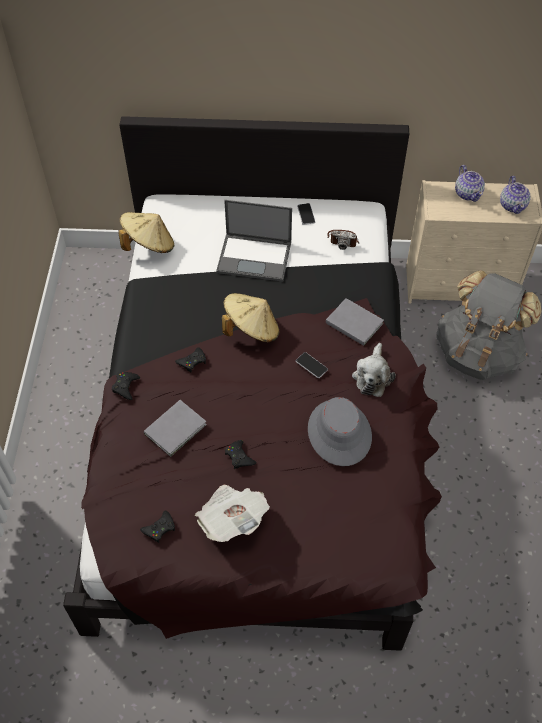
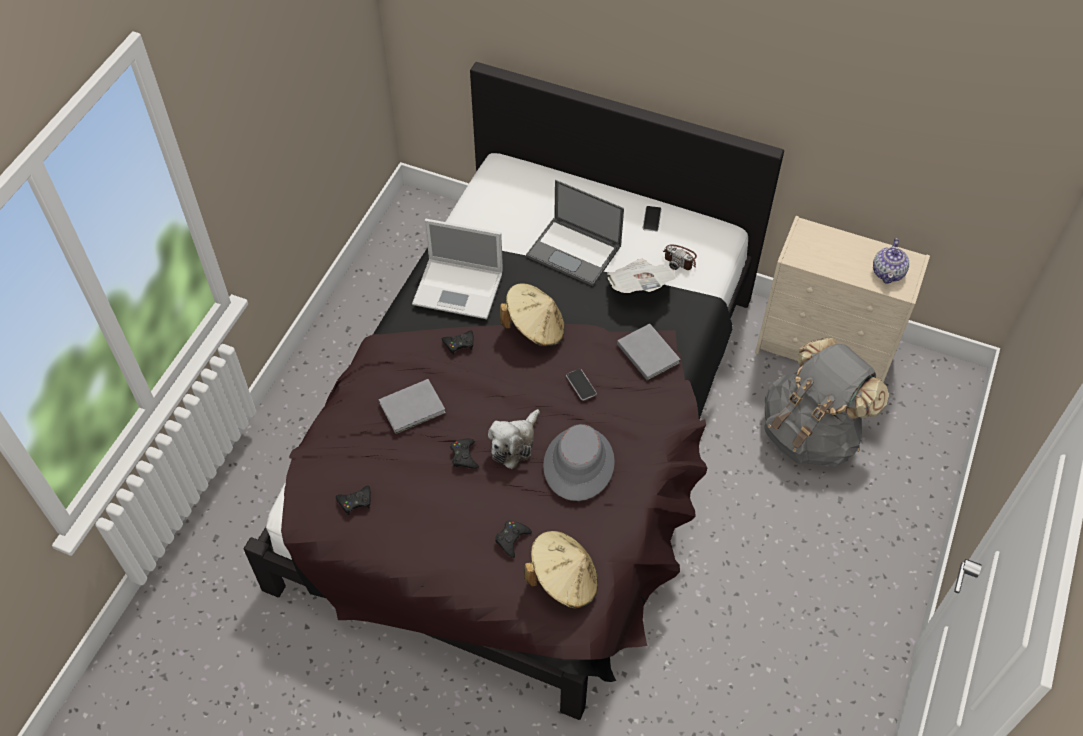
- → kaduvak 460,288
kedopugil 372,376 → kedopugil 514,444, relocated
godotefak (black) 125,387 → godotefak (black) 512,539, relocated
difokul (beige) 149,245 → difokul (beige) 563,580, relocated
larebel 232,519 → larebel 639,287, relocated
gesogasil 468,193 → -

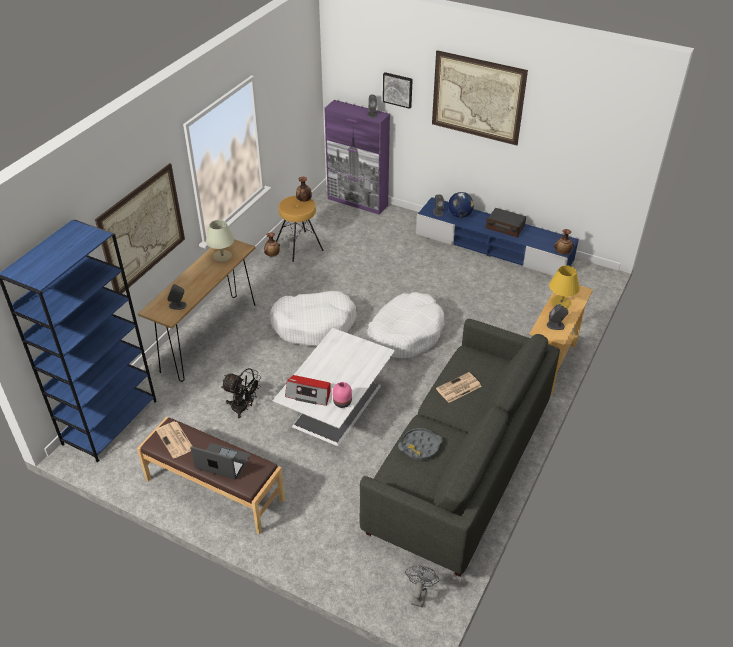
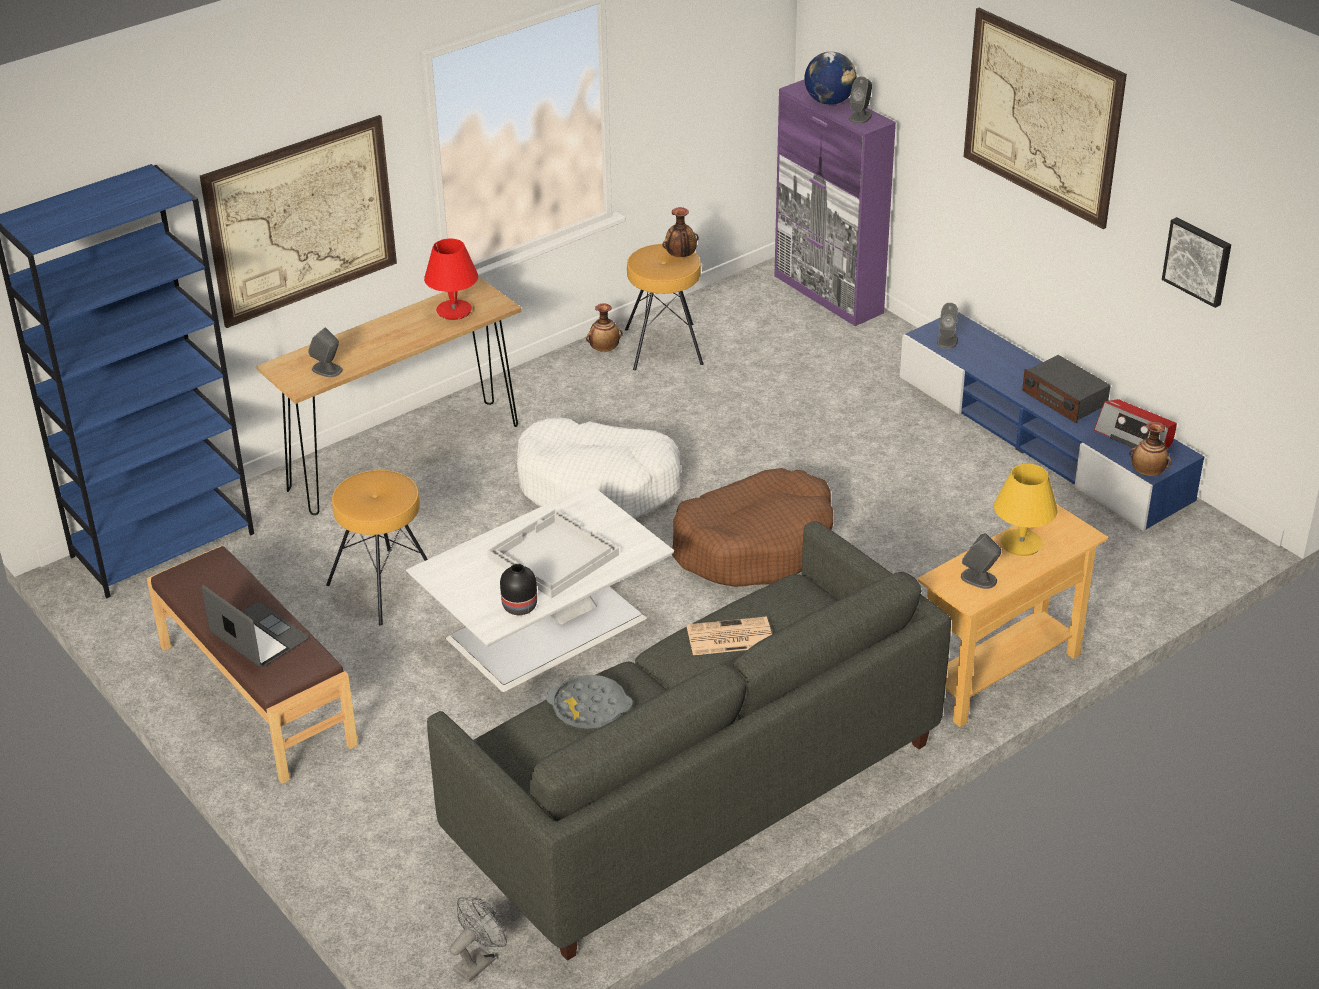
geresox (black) 243,408 → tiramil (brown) 385,586
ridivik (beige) 222,256 → ridivik (red) 454,310
- → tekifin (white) 551,556
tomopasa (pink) 342,403 → tomopasa (black) 519,607
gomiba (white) 405,333 → gomiba (brown) 755,545
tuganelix 460,215 → tuganelix 829,101, relocated
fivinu 309,394 → fivinu 1135,436, relocated
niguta 398,89 → niguta 1198,261, relocated
larebel 175,440 → -

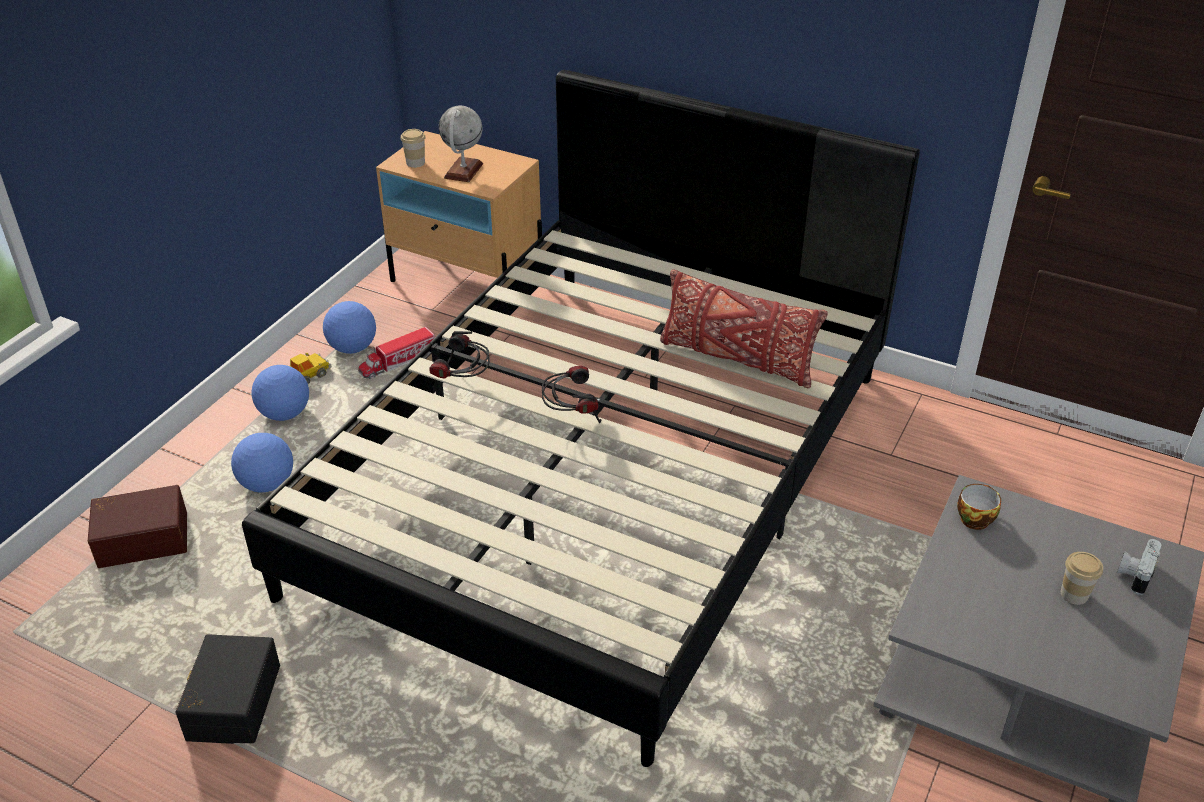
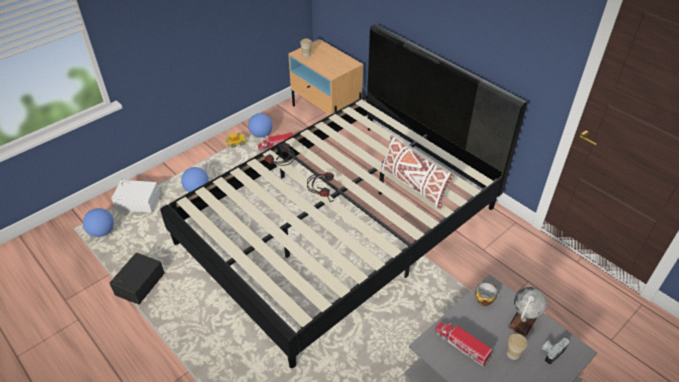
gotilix 284,414 → gotilix 102,232, relocated
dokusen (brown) 143,538 → dokusen (white) 138,201
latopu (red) 736,358 → latopu (white) 413,185
- → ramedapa 461,345
tuganelix 463,171 → tuganelix 522,322, relocated

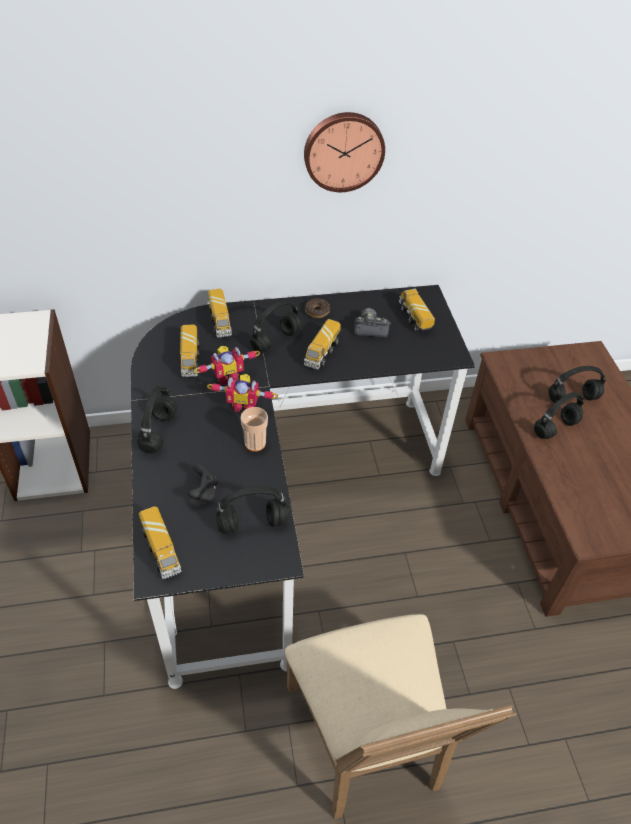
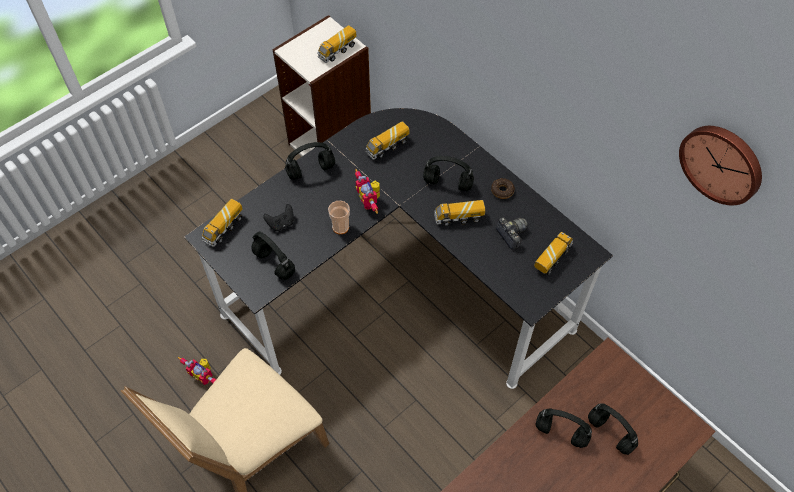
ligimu 227,376 → ligimu 204,376, relocated
ramedapa 220,322 → ramedapa 337,51, relocated
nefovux 343,151 → nefovux 722,163, relocated

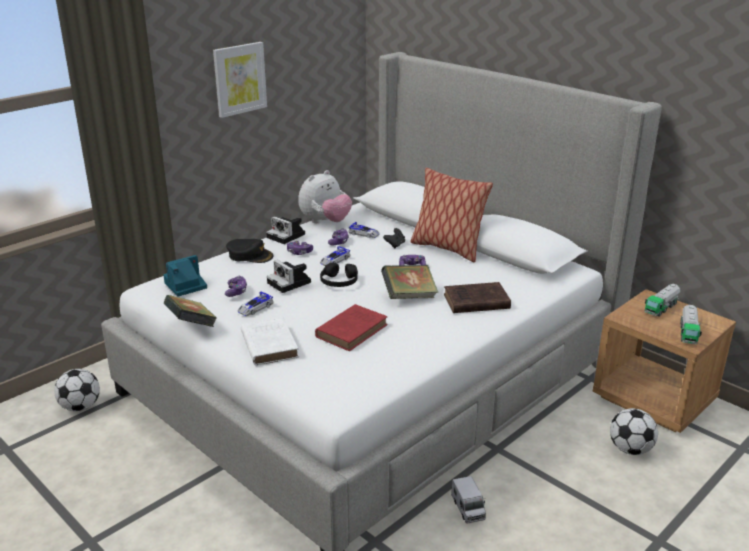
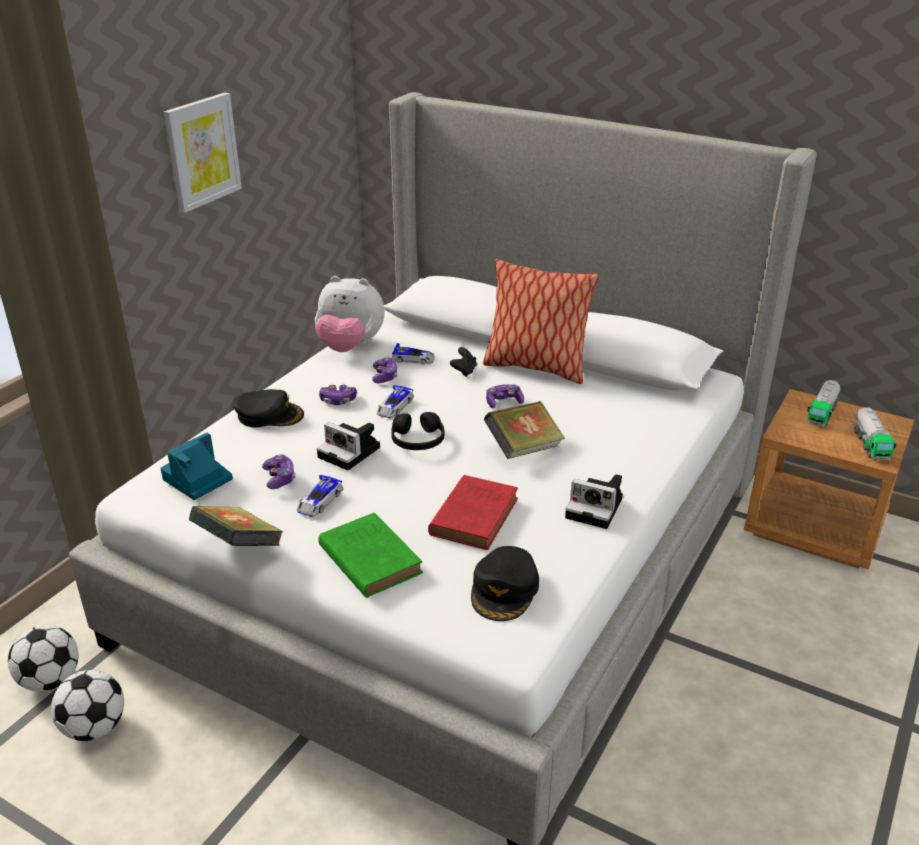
gotilix 630,449 → gotilix 95,728, relocated
kedopugil 325,222 → kedopugil 350,347, 75 degrees clockwise
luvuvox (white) 269,344 → luvuvox (green) 368,558
- → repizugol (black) 505,590
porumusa 287,236 → porumusa 596,508, relocated
luvuvox (brown) 474,302 → -
ramedapa 468,508 → -

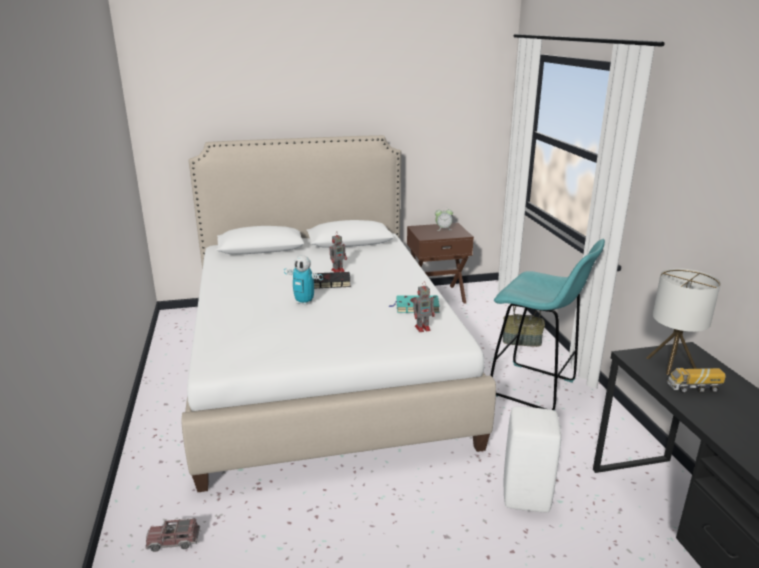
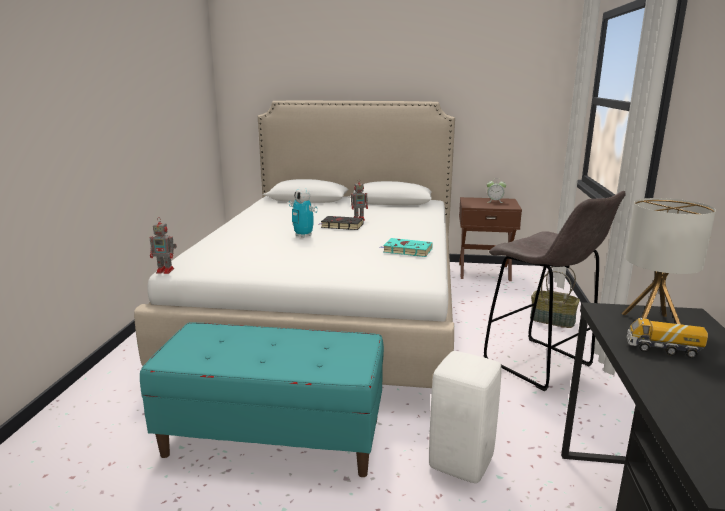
- → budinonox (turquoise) 274,437
ligimu 423,328 → ligimu 166,270, relocated
tiramil (turquoise) 535,388 → tiramil (grey) 540,364
ramedapa 173,541 → -

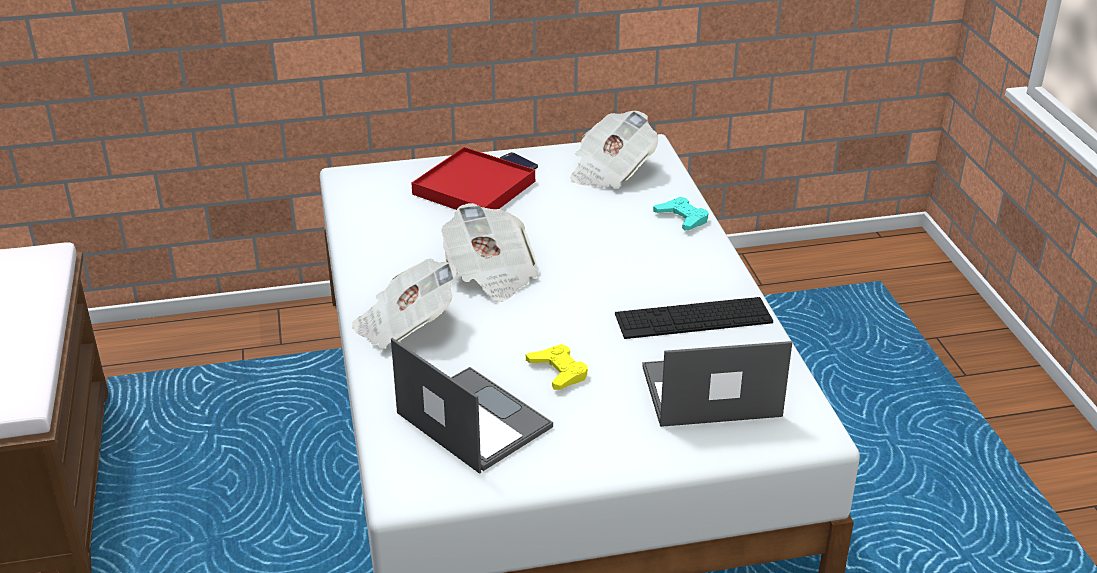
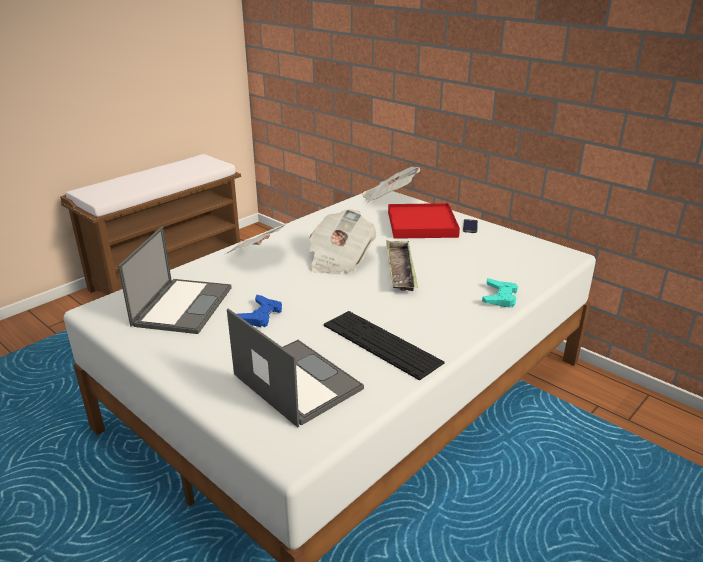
godotefak (yellow) 558,371 → godotefak (blue) 260,315
larebel 611,171 → larebel 388,199, relocated
- → tekifin 400,270

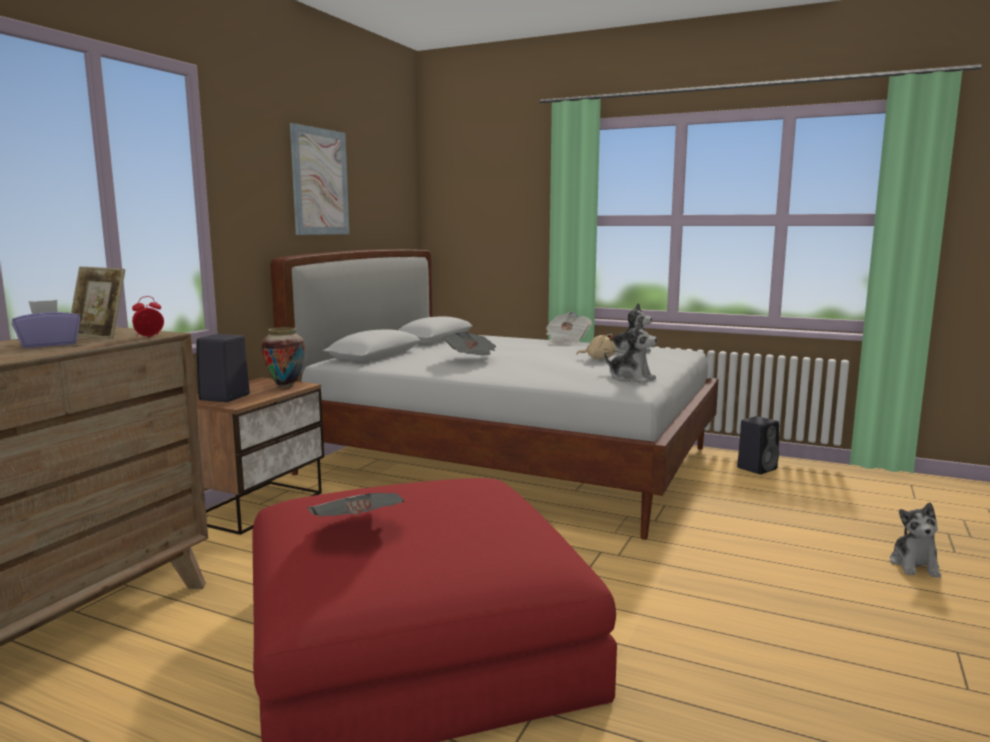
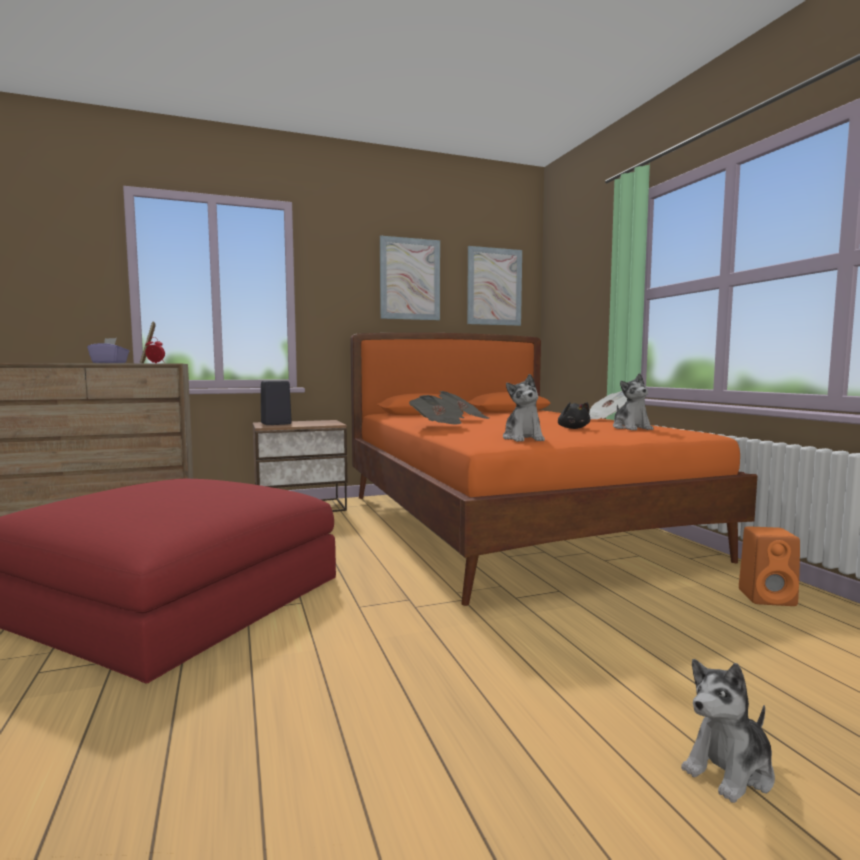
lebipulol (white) 510,462 → lebipulol (orange) 511,525
larebel 357,530 → larebel 439,426, relocated
- → niguta 494,287
kedopugil (beige) 598,358 → kedopugil (black) 573,428
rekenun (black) 757,468 → rekenun (orange) 768,598
tomopasa 285,386 → -

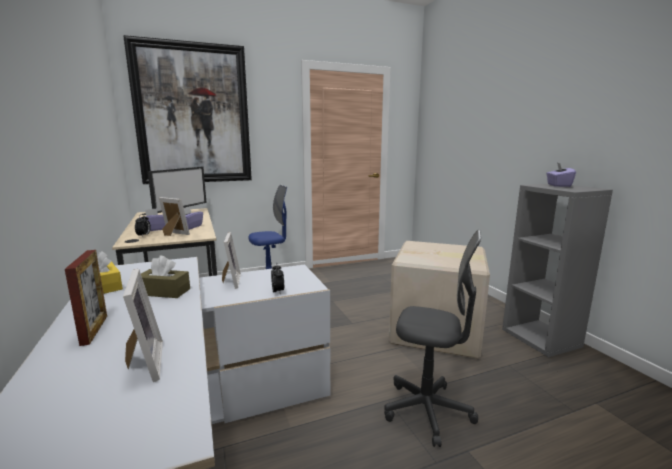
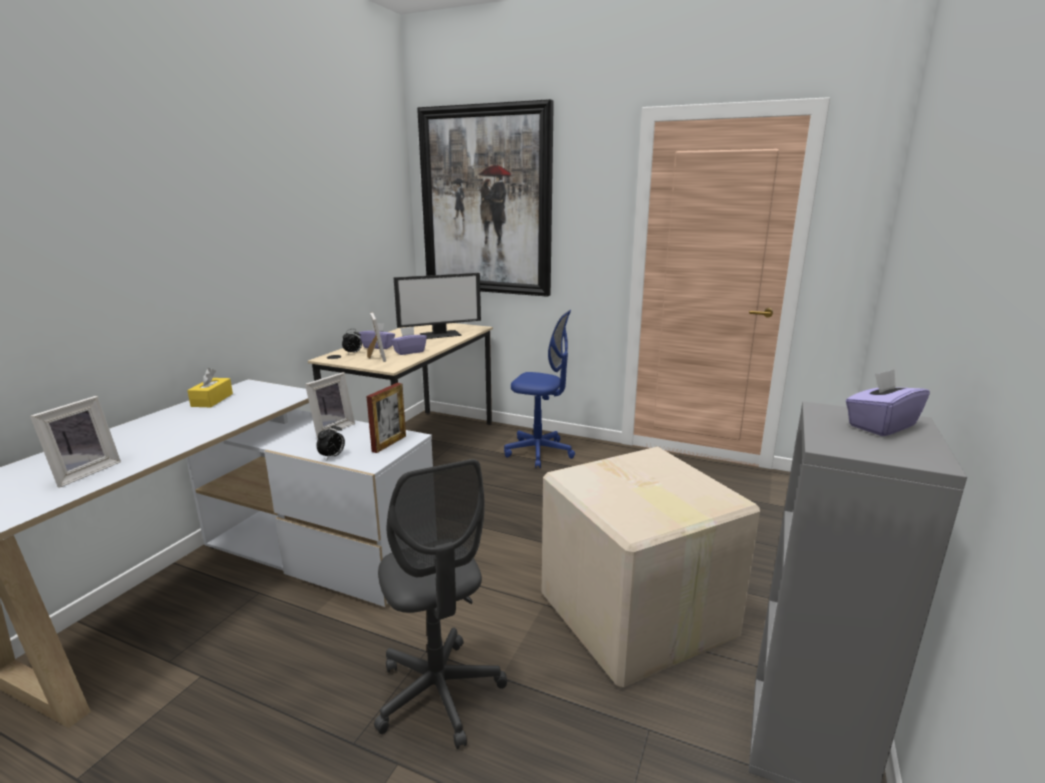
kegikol 94,330 → kegikol 389,443, relocated
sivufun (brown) 164,292 → -

